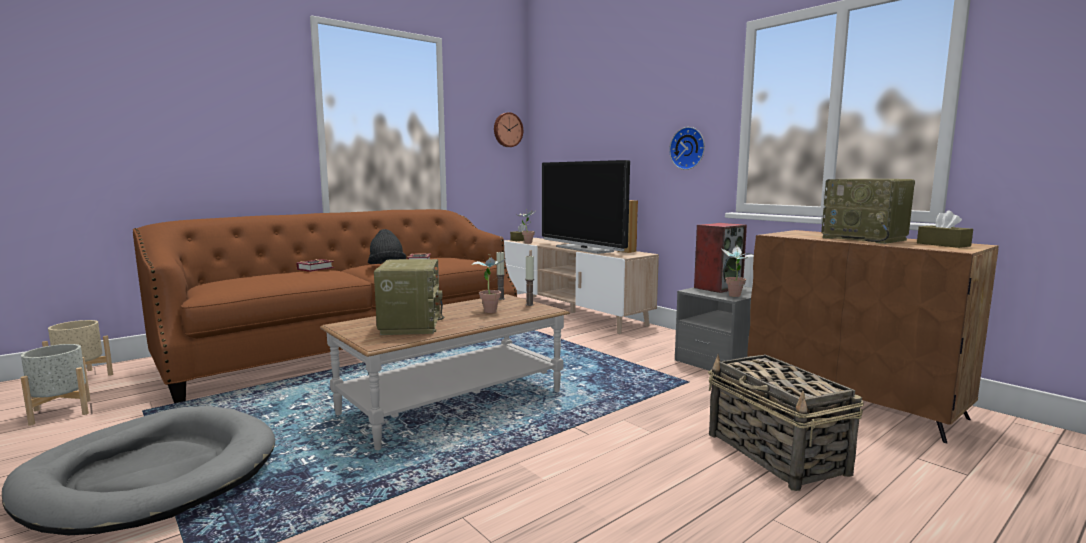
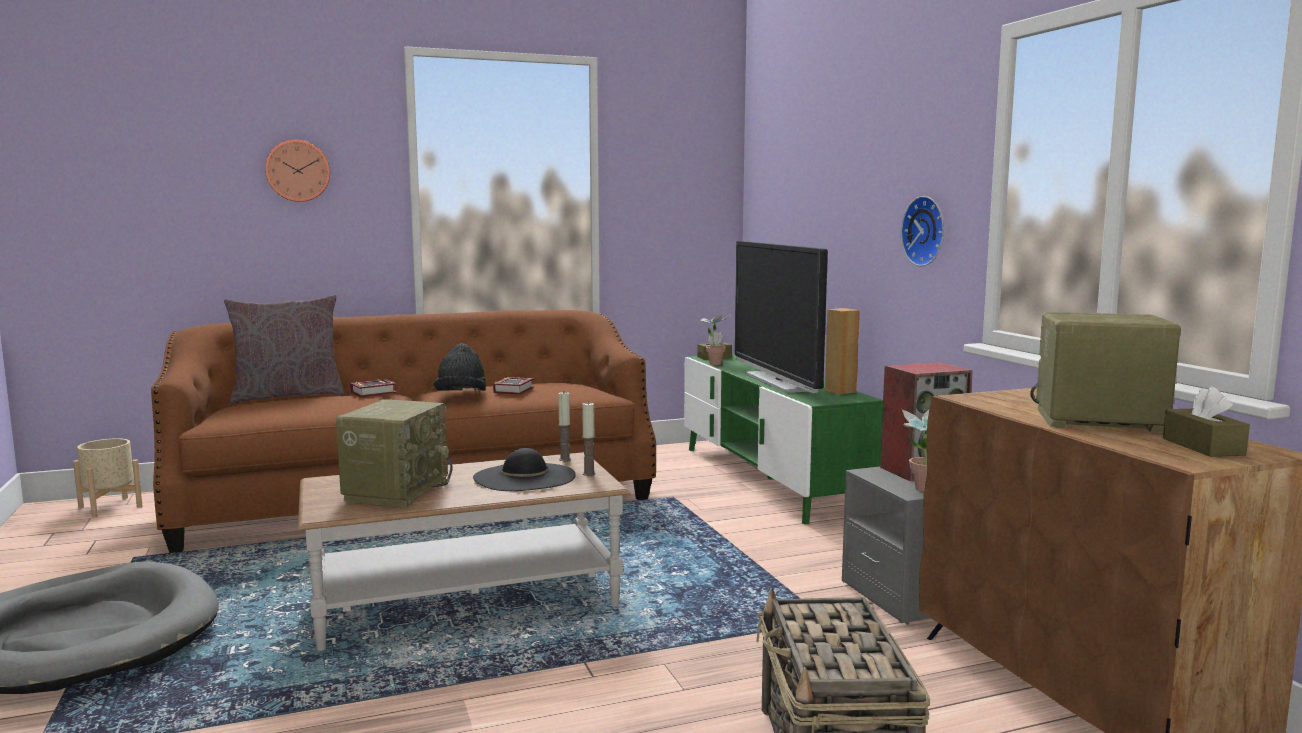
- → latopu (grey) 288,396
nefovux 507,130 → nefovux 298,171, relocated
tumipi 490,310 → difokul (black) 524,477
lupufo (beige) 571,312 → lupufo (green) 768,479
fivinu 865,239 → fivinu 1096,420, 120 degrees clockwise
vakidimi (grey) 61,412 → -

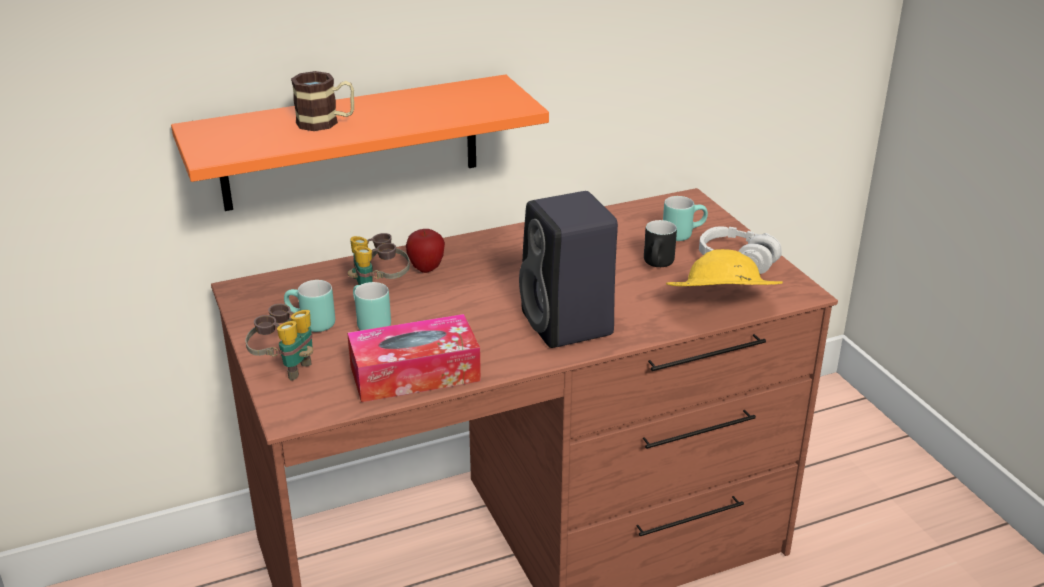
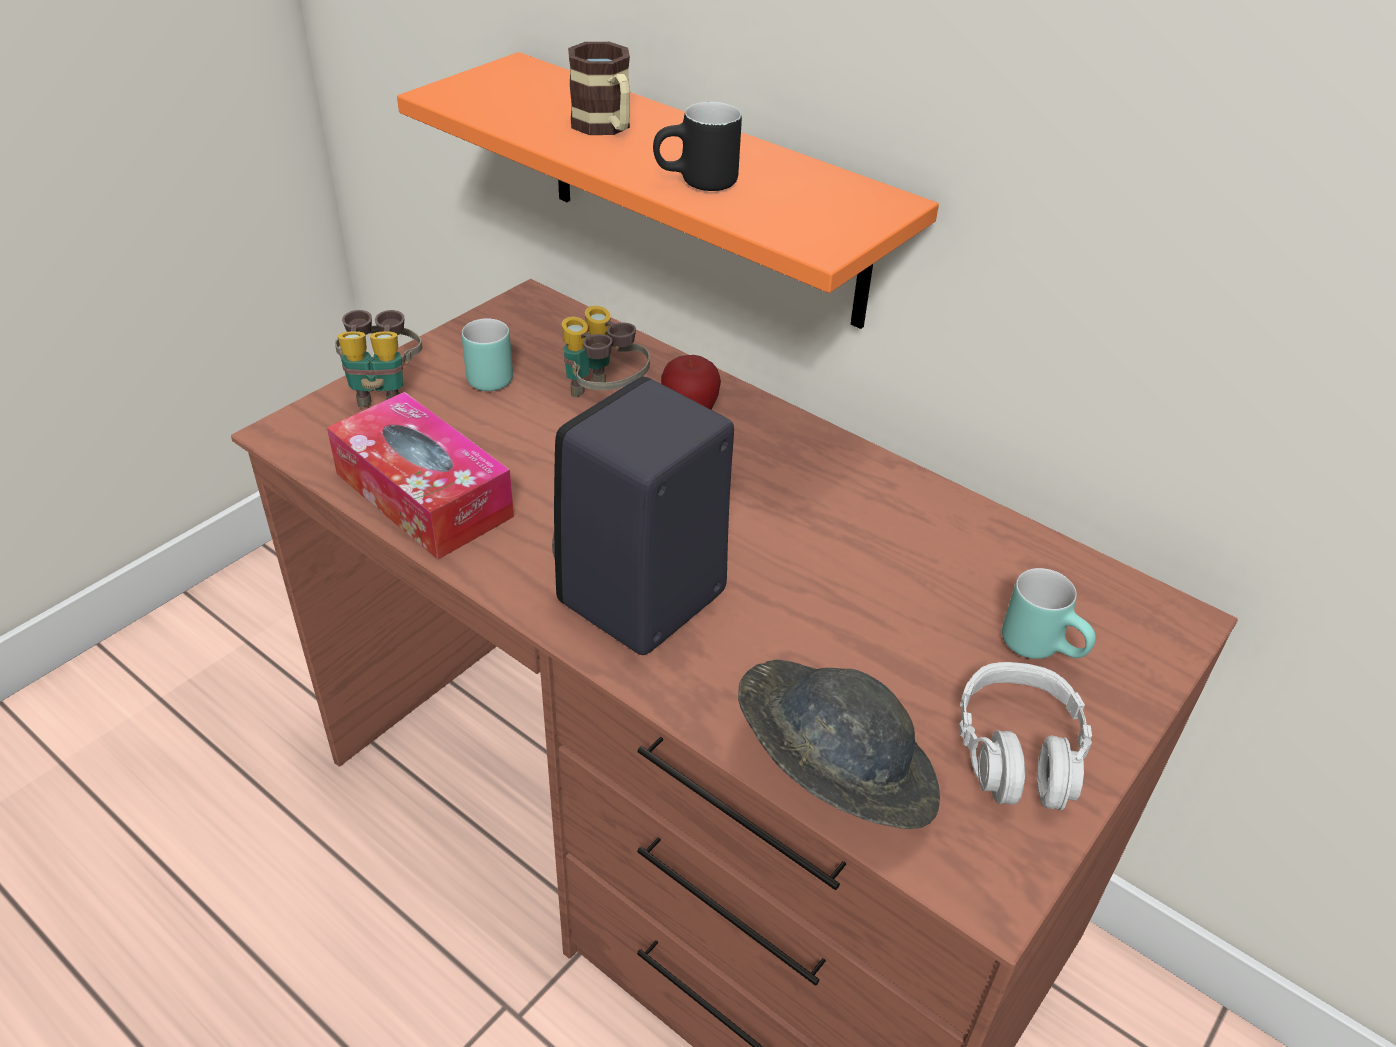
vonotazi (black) 659,265 → vonotazi (black) 697,184, relocated
difokul (yellow) 720,307 → difokul (grey) 831,773
vonotazi (turquoise) 368,324 → -

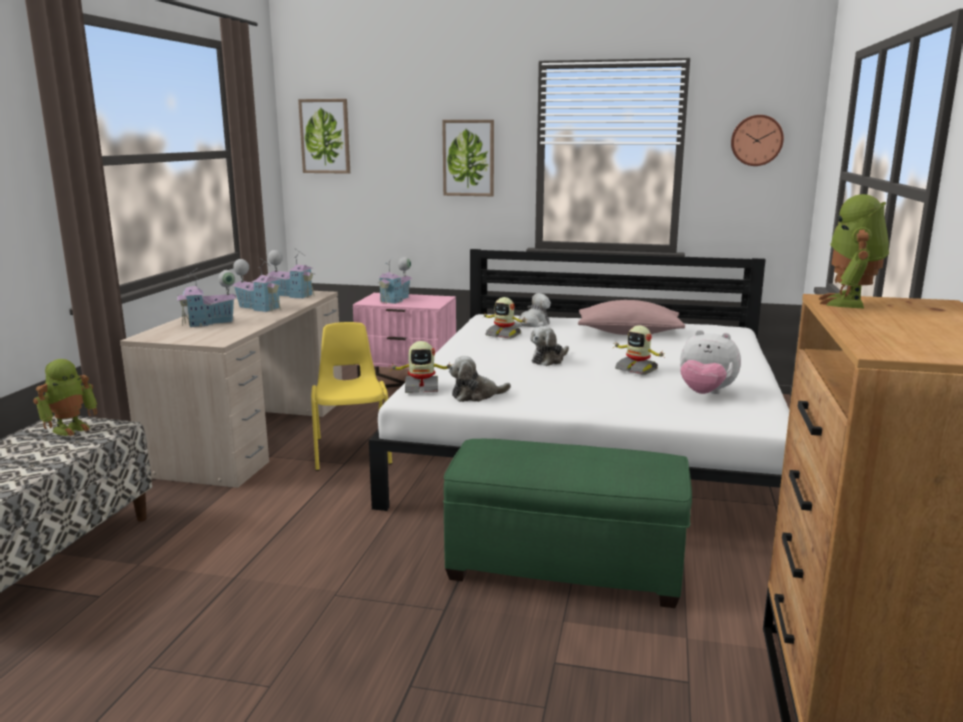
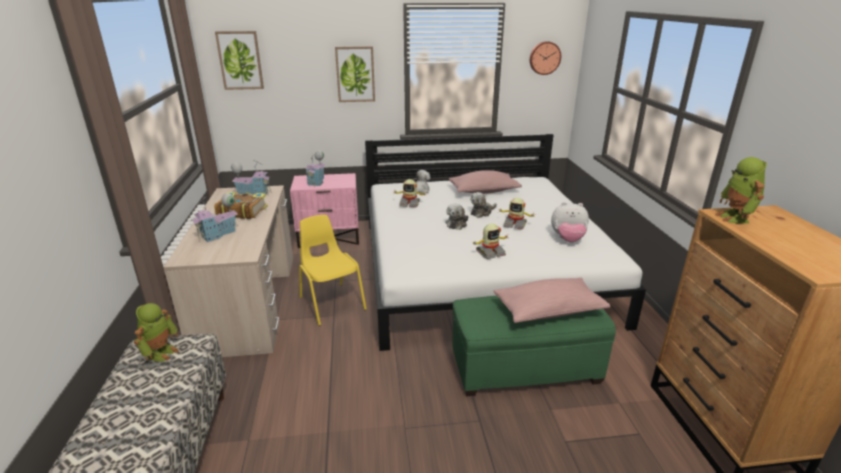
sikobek 259,308 → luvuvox 242,212
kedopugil 476,395 → kedopugil 482,212, relocated
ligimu 421,388 → ligimu 490,253, relocated
- → latopu (pink) 548,311

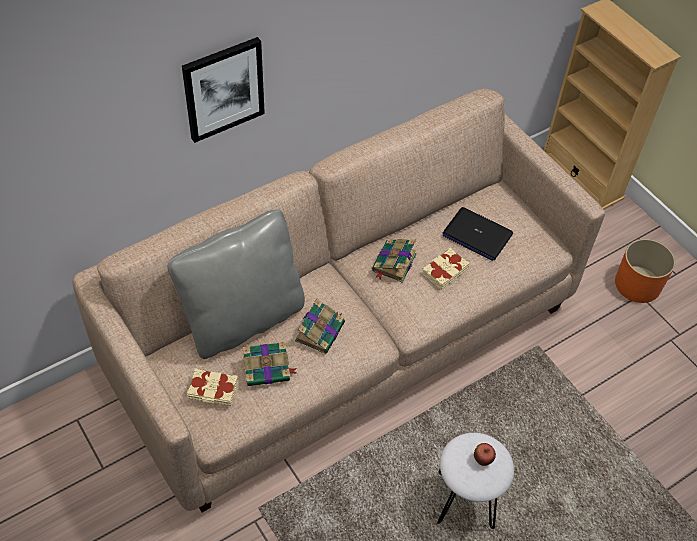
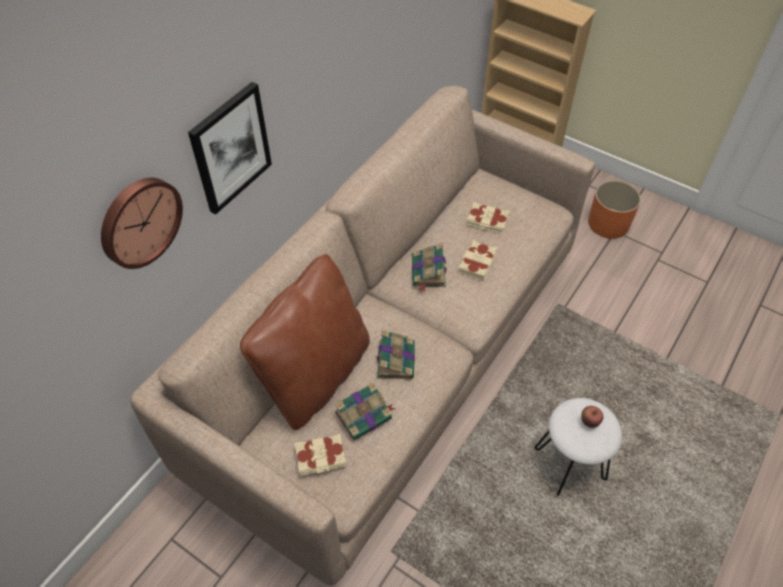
- → nefovux 139,221
latopu (grey) 243,319 → latopu (brown) 315,375
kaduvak 477,235 → luvuvox (beige) 487,221

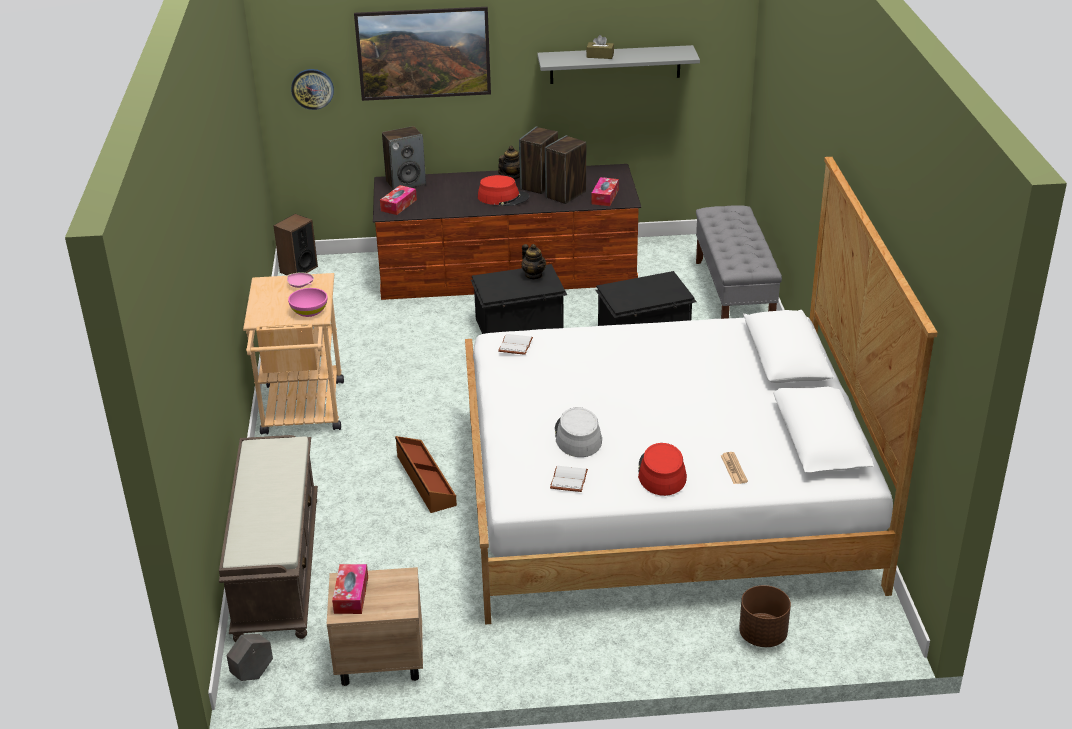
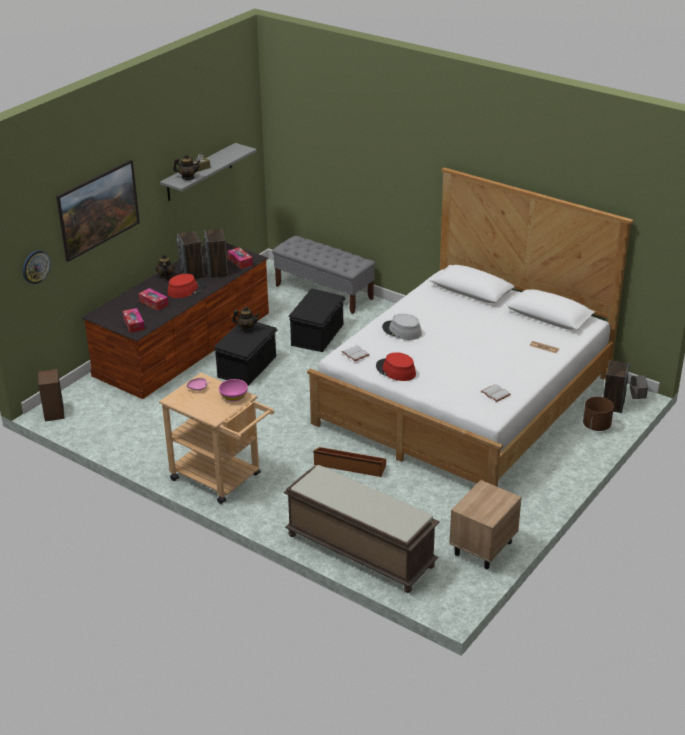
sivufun 351,595 → sivufun 154,303, relocated
- → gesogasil 188,177
difokul (red) 661,472 → difokul (red) 395,370, relocated
difokul (grey) 577,436 → difokul (grey) 401,331, relocated
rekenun 406,183 → rekenun 612,404, relocated
vakidimi (grey) 253,674 → vakidimi (grey) 637,398, relocated

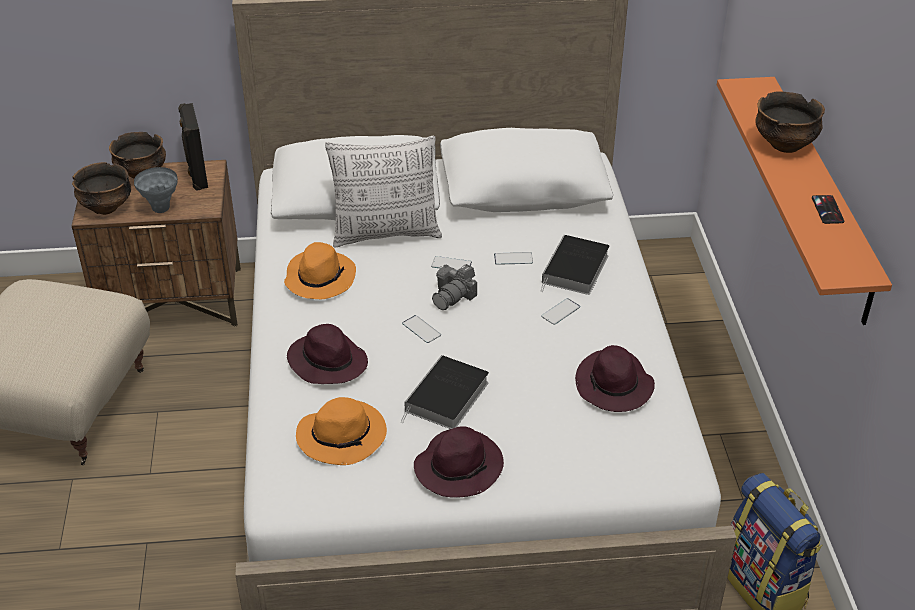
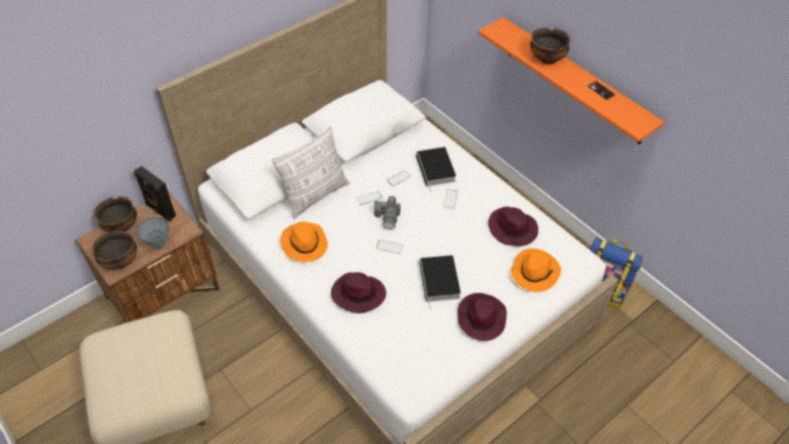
difokul (orange) 343,436 → difokul (orange) 534,271, relocated

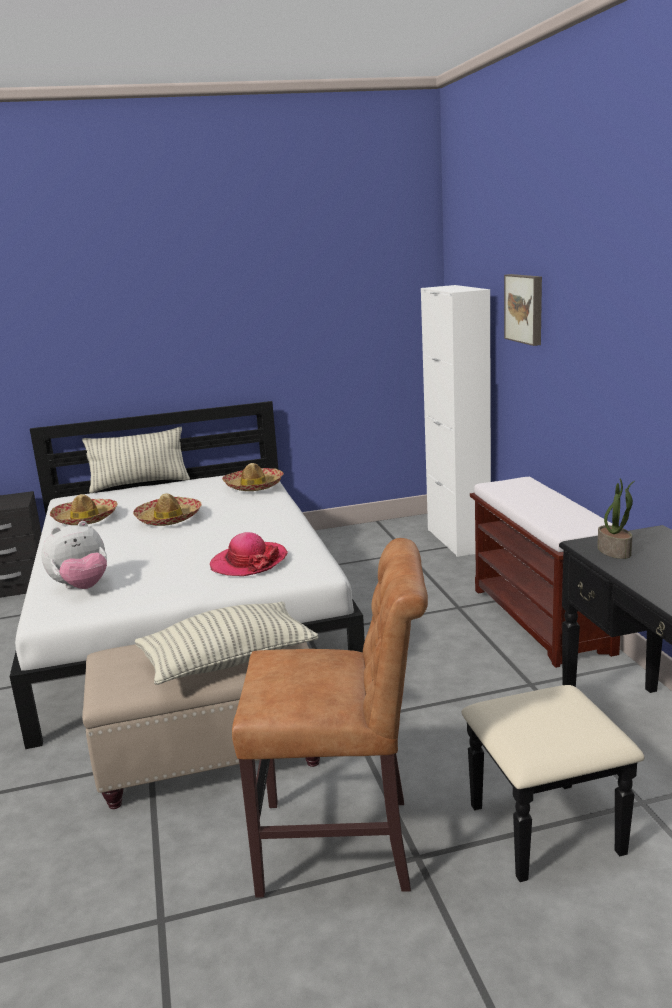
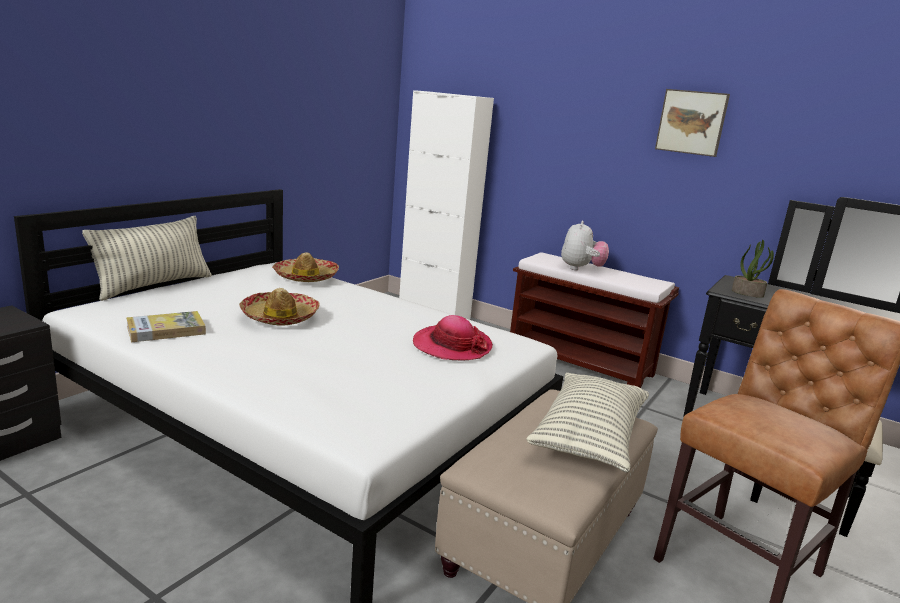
difokul 85,519 → luvuvox 166,330
kedopugil 81,587 → kedopugil 581,269, relocated
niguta 525,308 → niguta 692,122, relocated

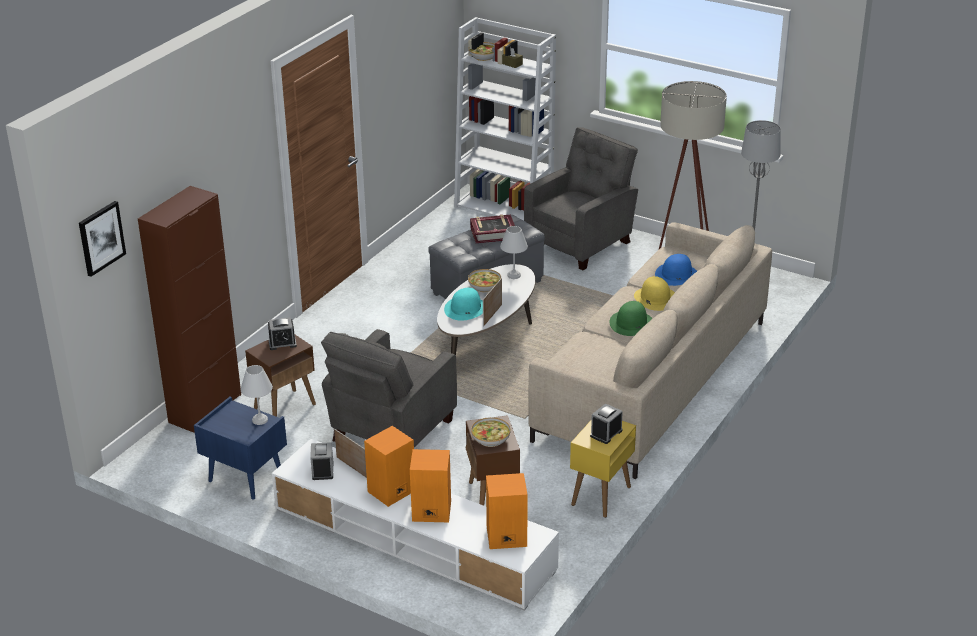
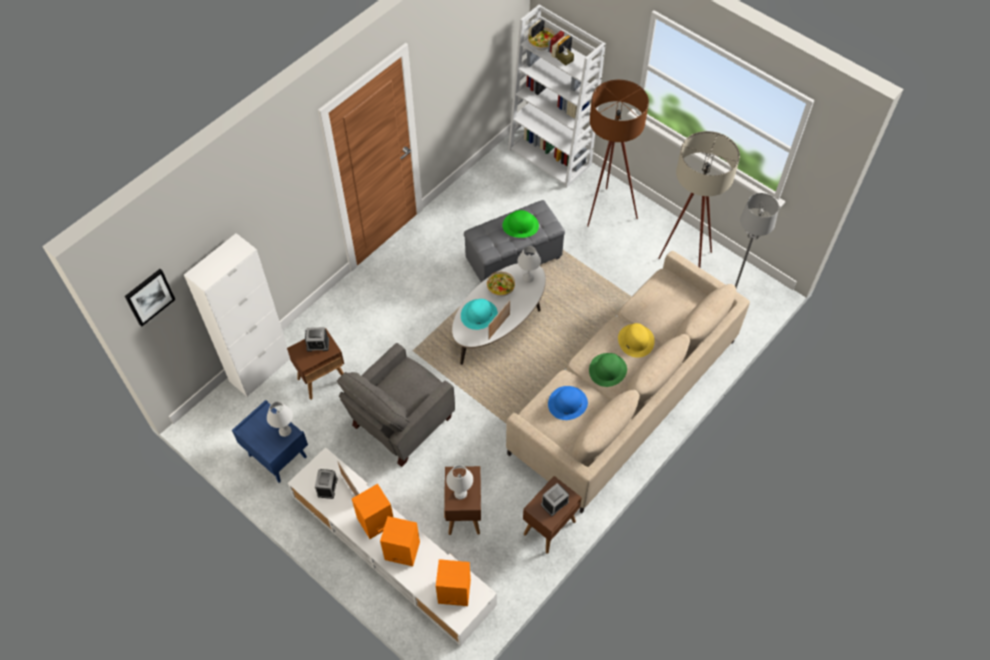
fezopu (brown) 205,408 → fezopu (white) 260,370
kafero 490,439 → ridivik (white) 460,493
luvuvox 493,233 → difokul (green) 520,225
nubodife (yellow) 601,496 → nubodife (brown) 549,528
difokul (blue) 676,275 → difokul (blue) 567,403, relocated
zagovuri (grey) 581,243 → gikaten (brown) 605,214

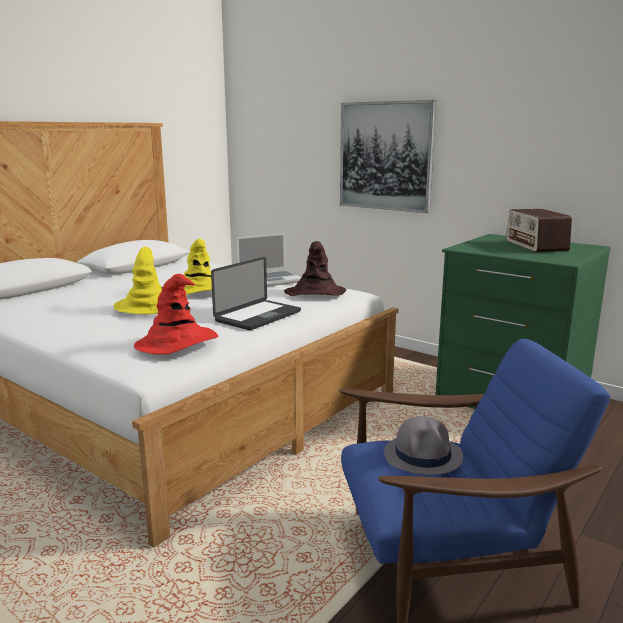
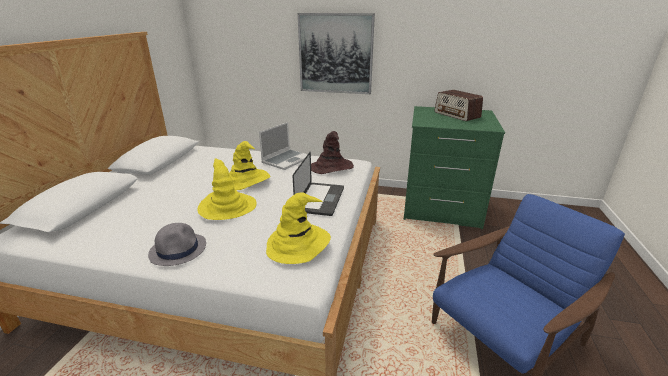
difokul (grey) 423,455 → difokul (grey) 178,249, relocated
difokul (red) 177,342 → difokul (yellow) 298,244

